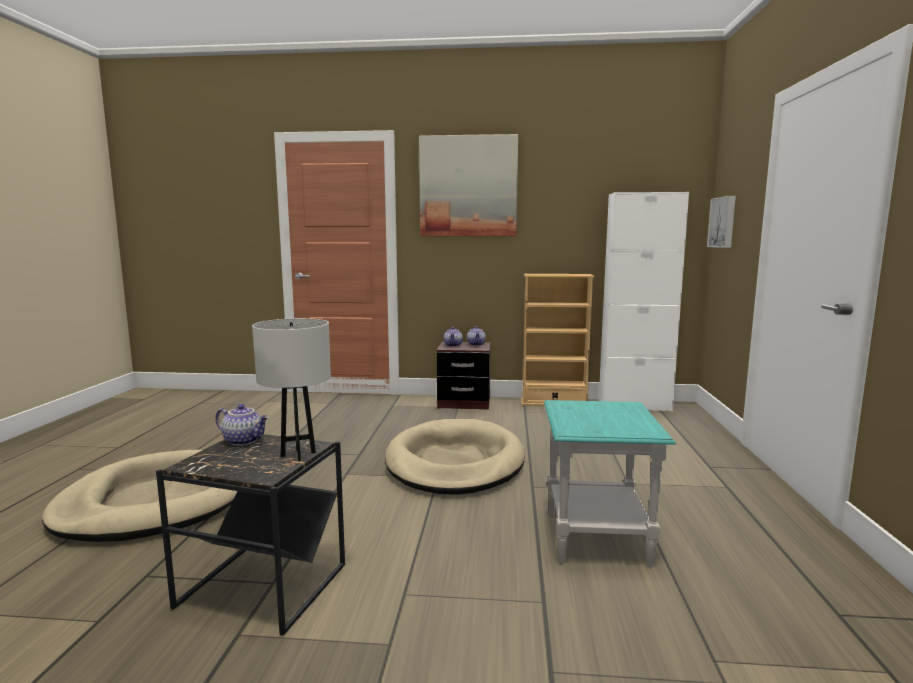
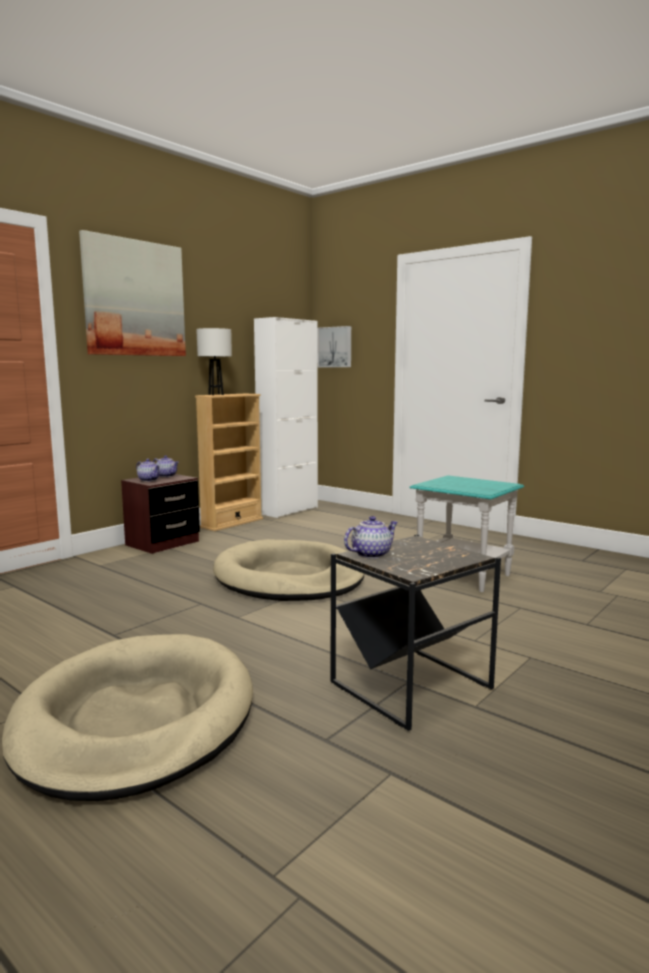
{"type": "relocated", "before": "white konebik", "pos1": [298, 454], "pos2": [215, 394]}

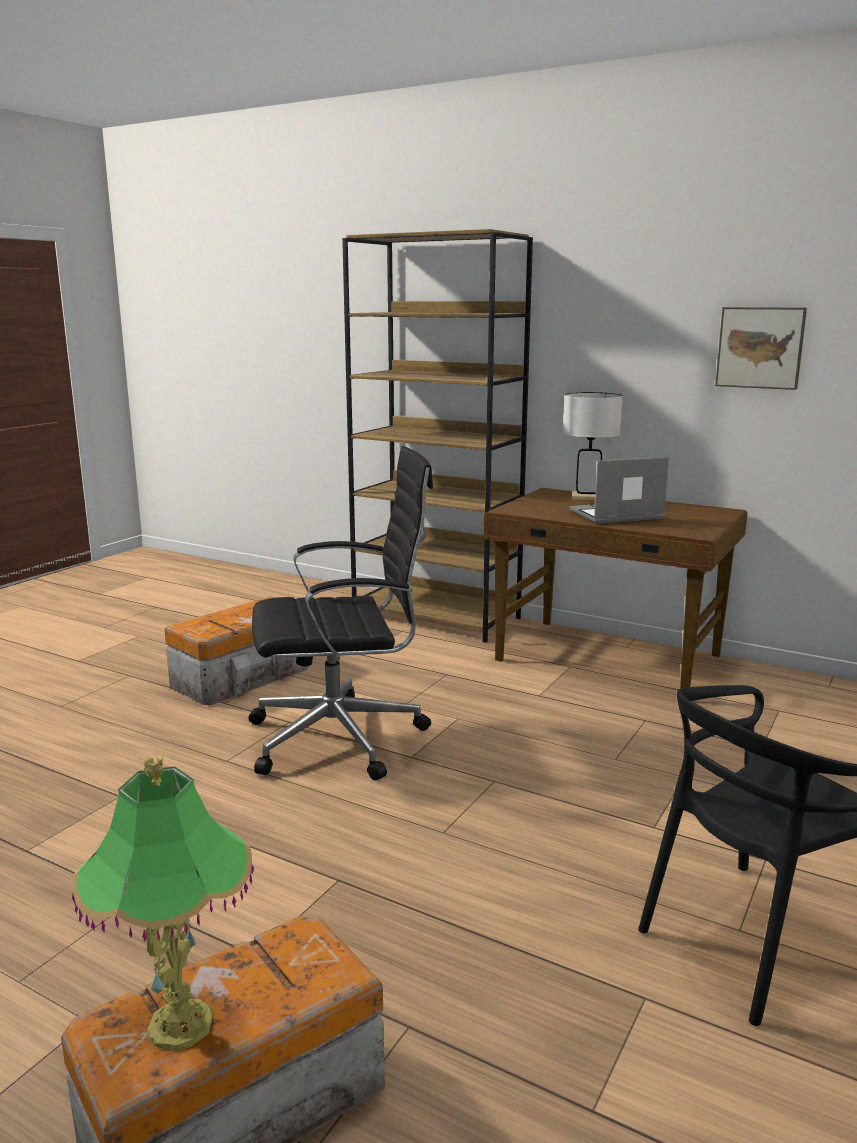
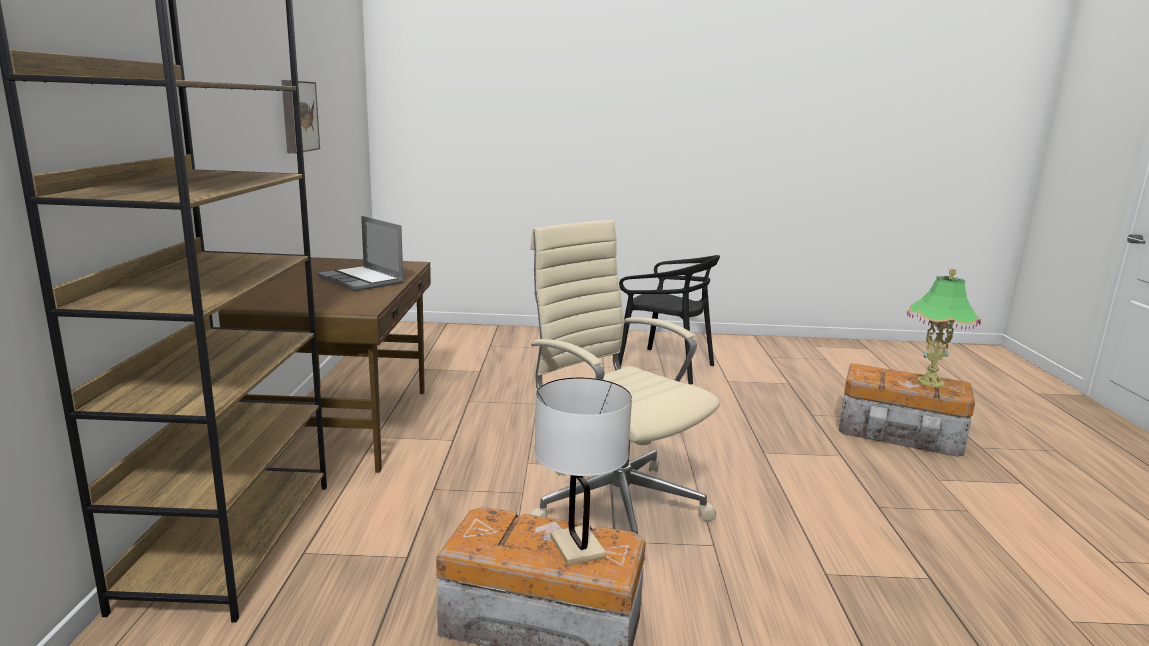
{"type": "colour", "before": "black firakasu", "after": "beige firakasu", "pos1": [342, 738], "pos2": [614, 502]}
{"type": "relocated", "before": "white konebik", "pos1": [587, 497], "pos2": [577, 547]}

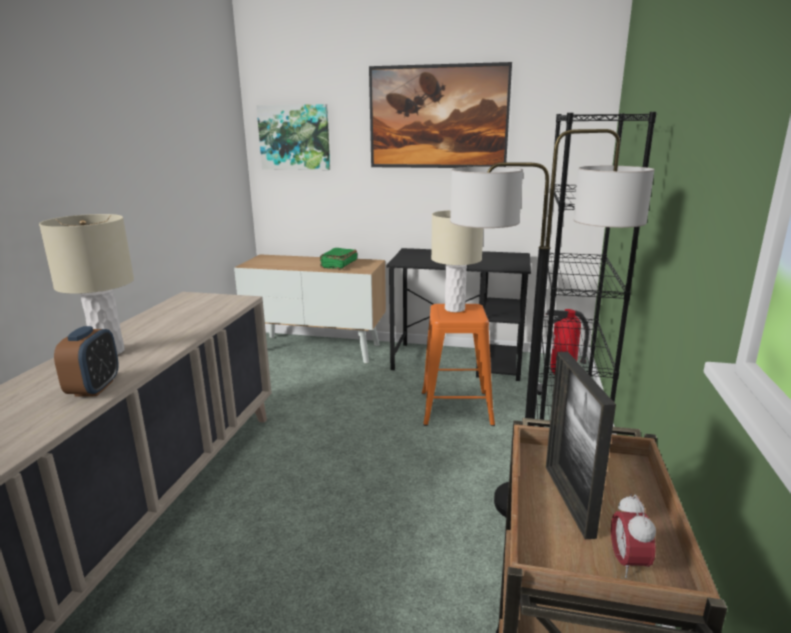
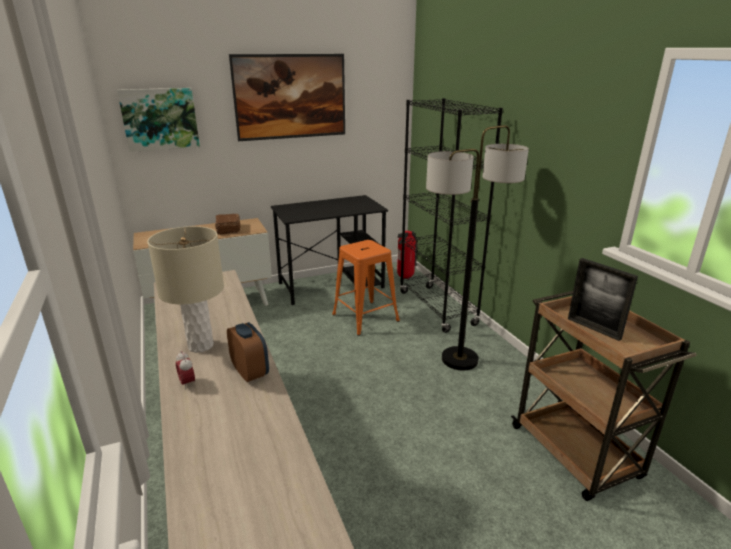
{"type": "relocated", "before": "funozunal", "pos1": [627, 563], "pos2": [187, 383]}
{"type": "colour", "before": "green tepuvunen", "after": "brown tepuvunen", "pos1": [338, 265], "pos2": [228, 229]}
{"type": "missing", "before": "beige konebik", "pos1": [454, 309]}

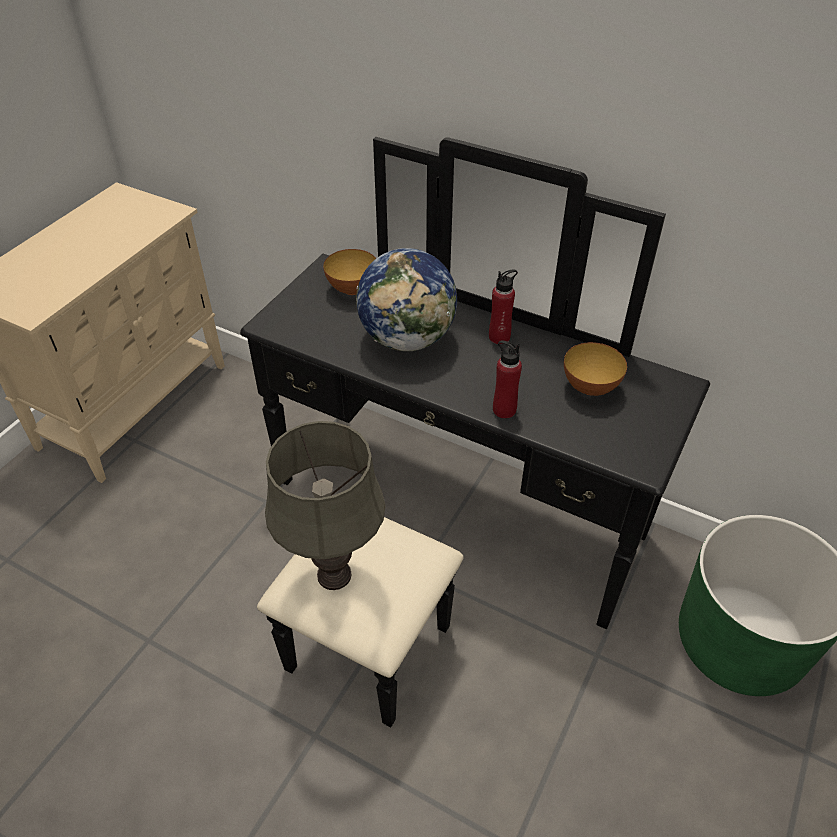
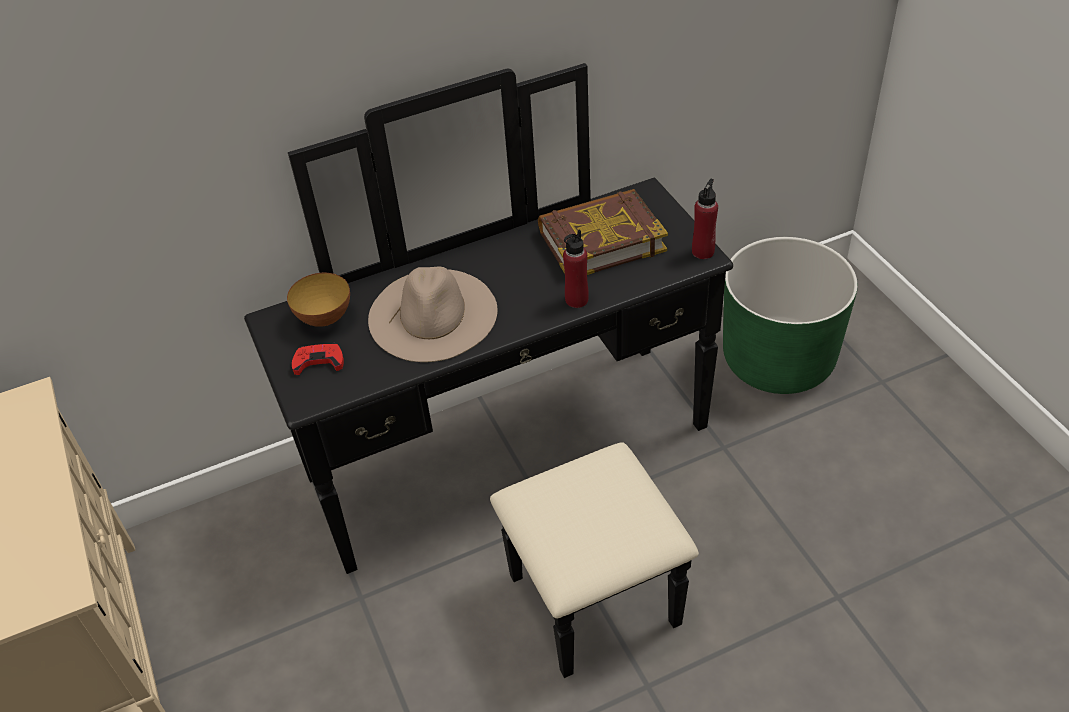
{"type": "appeared", "after": "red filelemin", "pos2": [319, 361]}
{"type": "exchanged", "before": "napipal", "after": "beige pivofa", "pos1": [408, 339], "pos2": [433, 314]}
{"type": "exchanged", "before": "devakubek", "after": "tepuvunen", "pos1": [590, 388], "pos2": [601, 240]}
{"type": "relocated", "before": "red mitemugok", "pos1": [499, 337], "pos2": [703, 251]}
{"type": "missing", "before": "grey konebik", "pos1": [333, 575]}

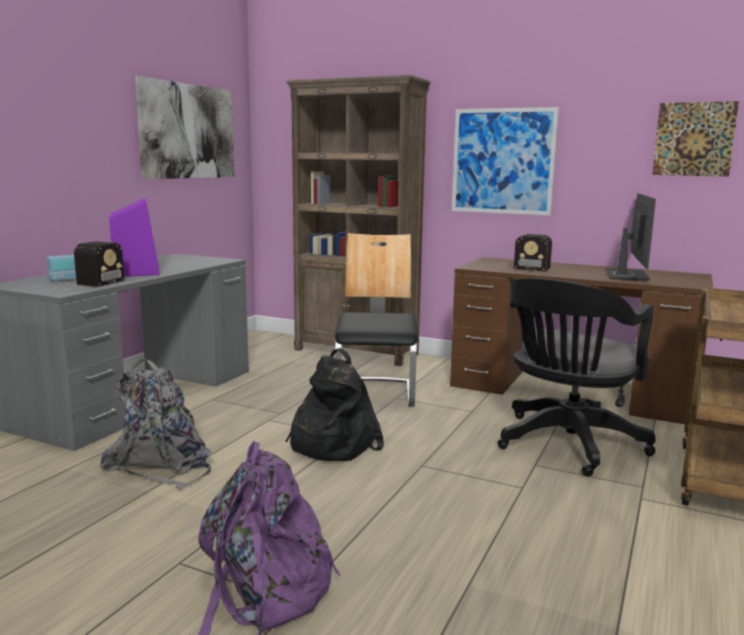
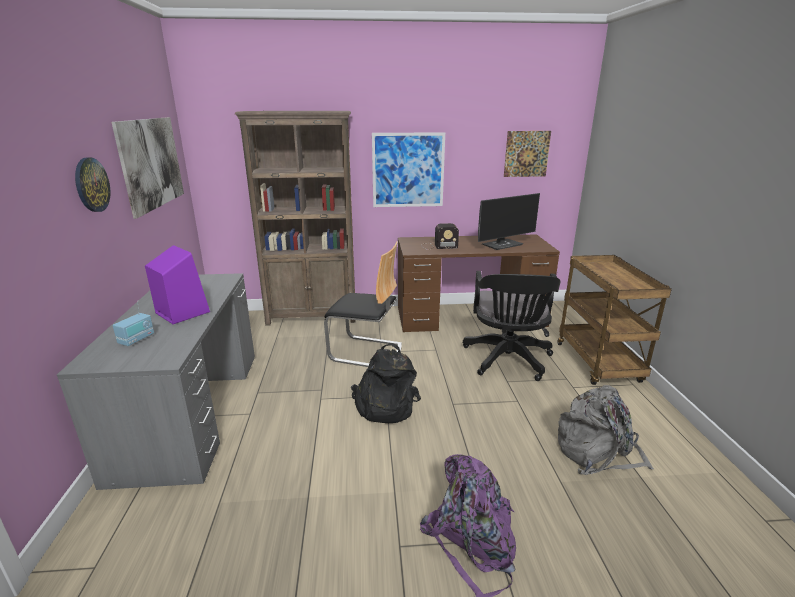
{"type": "appeared", "after": "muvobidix", "pos2": [91, 185]}
{"type": "spun", "before": "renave", "pos1": [376, 394], "pos2": [366, 352], "turn": 135}
{"type": "spun", "before": "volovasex", "pos1": [626, 275], "pos2": [502, 244], "turn": 75}
{"type": "relocated", "before": "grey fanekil", "pos1": [162, 464], "pos2": [597, 453]}
{"type": "missing", "before": "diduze", "pos1": [87, 284]}

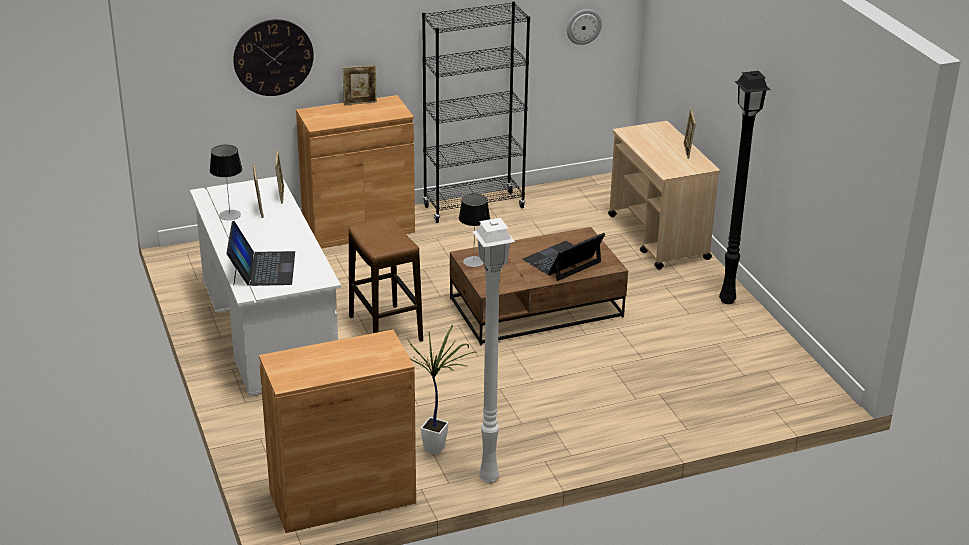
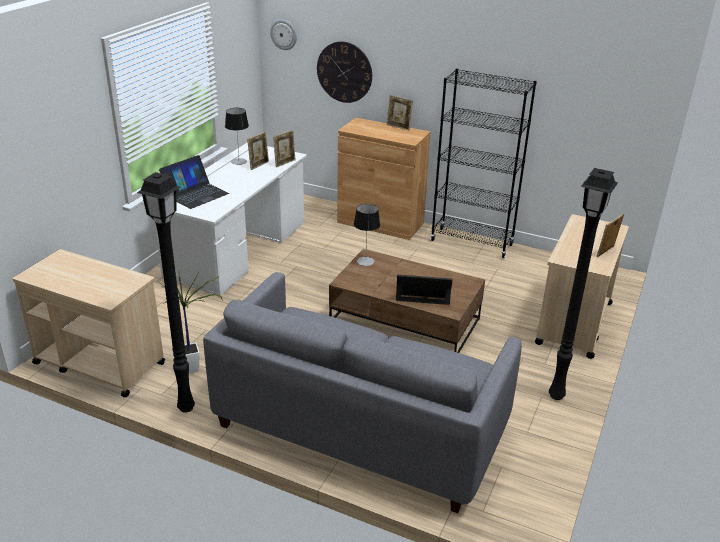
{"type": "exchanged", "before": "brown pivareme", "after": "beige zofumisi", "pos1": [342, 497], "pos2": [99, 363]}
{"type": "colour", "before": "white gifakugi", "after": "black gifakugi", "pos1": [488, 479], "pos2": [184, 408]}
{"type": "appeared", "after": "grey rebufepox", "pos2": [360, 426]}
{"type": "relocated", "before": "muvobidix", "pos1": [583, 26], "pos2": [284, 34]}
{"type": "missing", "before": "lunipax", "pos1": [386, 329]}

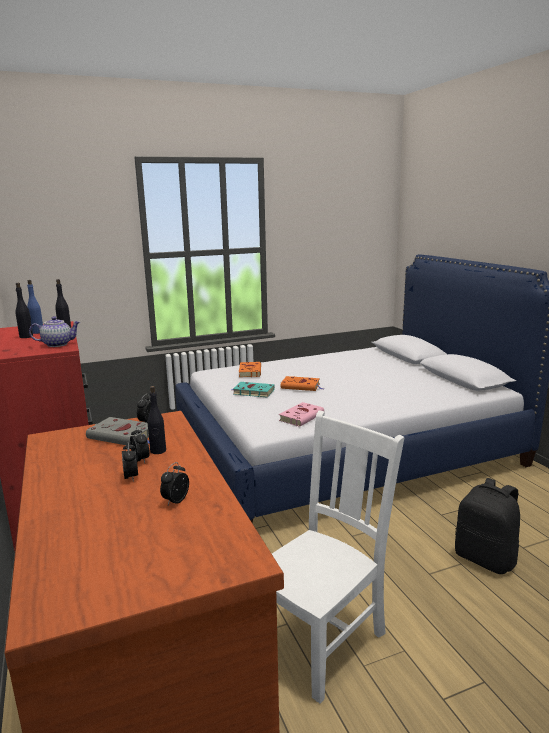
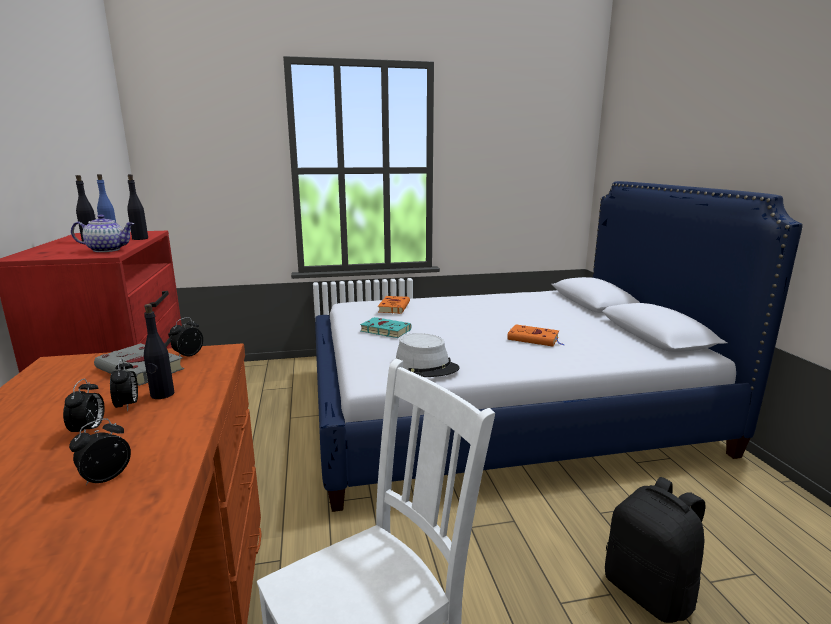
{"type": "exchanged", "before": "pink tepuvunen", "after": "grey pivofa", "pos1": [302, 417], "pos2": [426, 365]}
{"type": "relocated", "before": "orange tepuvunen", "pos1": [301, 386], "pos2": [534, 339]}

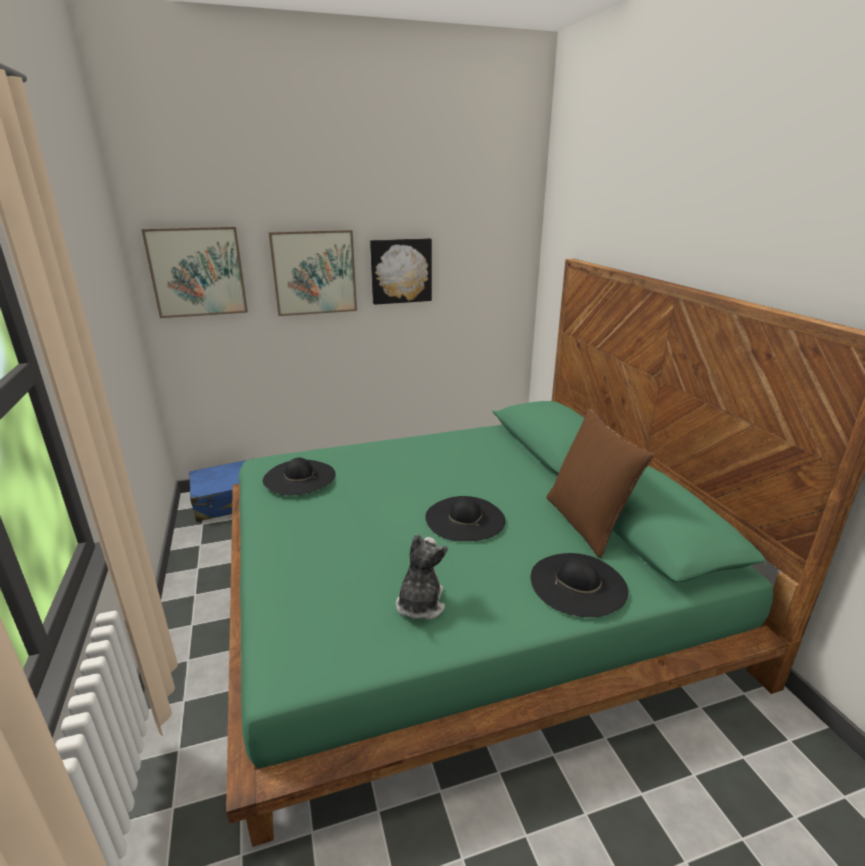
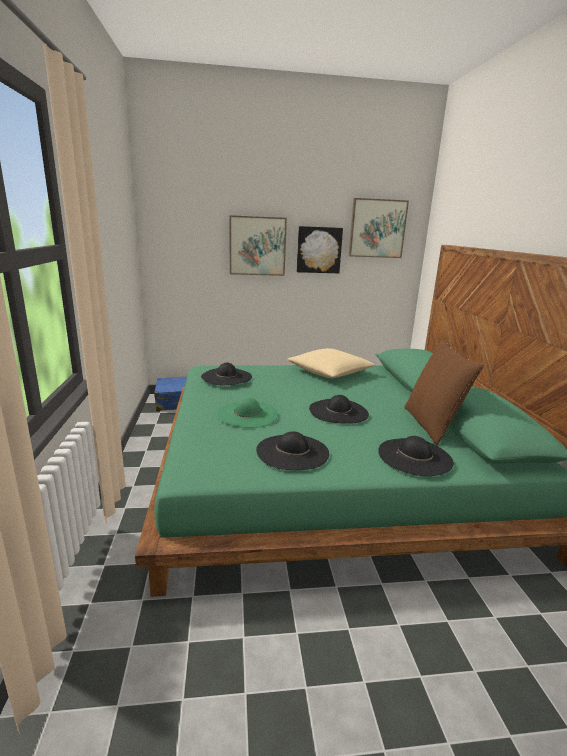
{"type": "appeared", "after": "green pivofa", "pos2": [247, 414]}
{"type": "exchanged", "before": "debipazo", "after": "black pivofa", "pos1": [420, 604], "pos2": [292, 452]}
{"type": "appeared", "after": "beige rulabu", "pos2": [330, 372]}
{"type": "relocated", "before": "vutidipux", "pos1": [197, 272], "pos2": [377, 228]}

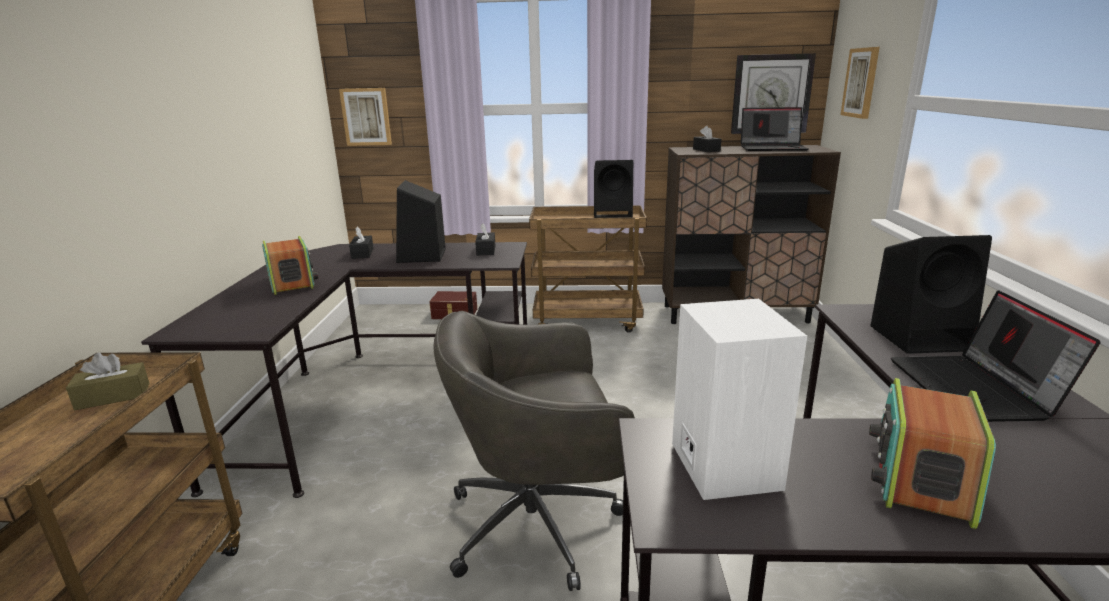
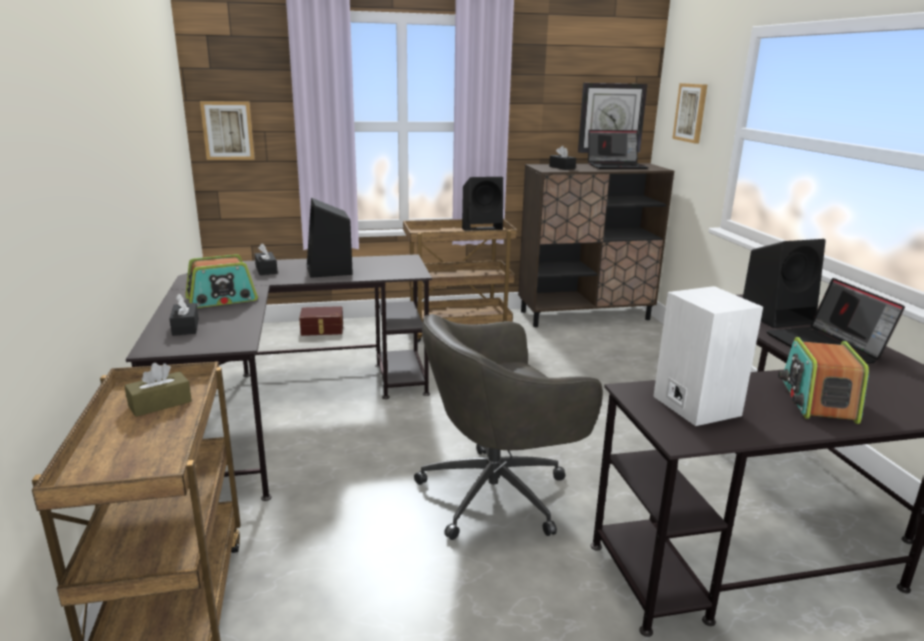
{"type": "relocated", "before": "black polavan", "pos1": [486, 250], "pos2": [185, 327]}
{"type": "spun", "before": "diduze", "pos1": [292, 282], "pos2": [222, 299], "turn": 105}

